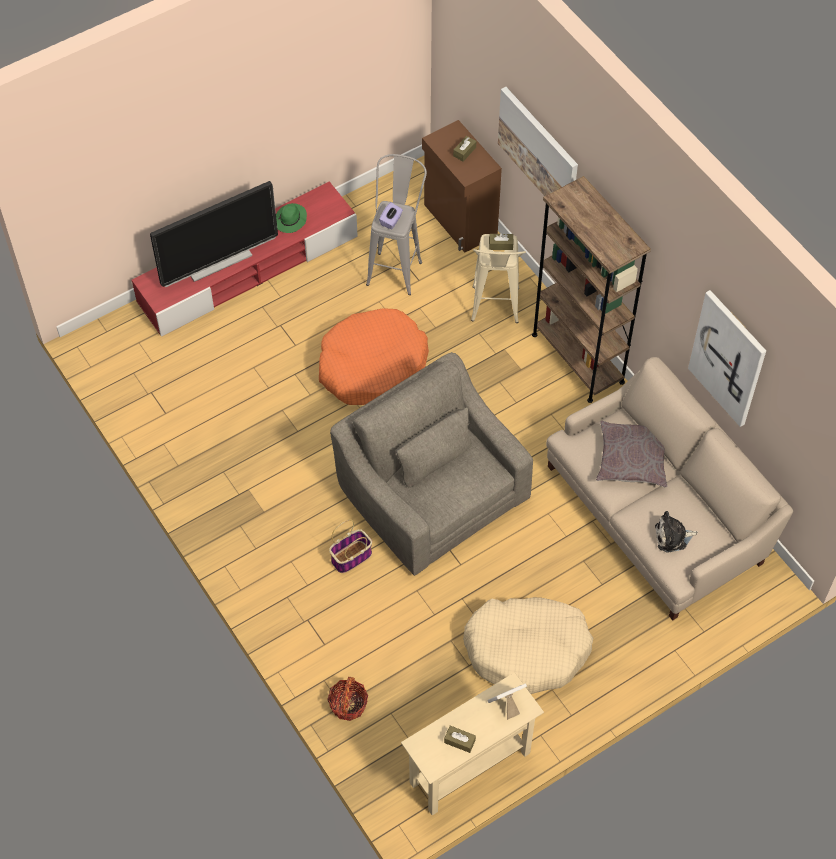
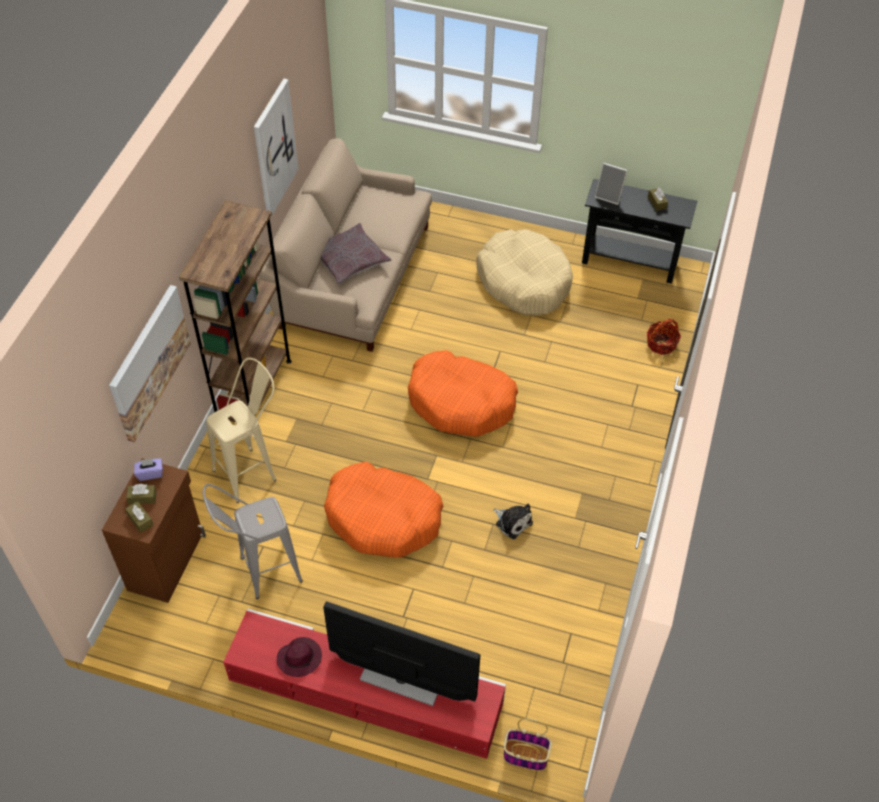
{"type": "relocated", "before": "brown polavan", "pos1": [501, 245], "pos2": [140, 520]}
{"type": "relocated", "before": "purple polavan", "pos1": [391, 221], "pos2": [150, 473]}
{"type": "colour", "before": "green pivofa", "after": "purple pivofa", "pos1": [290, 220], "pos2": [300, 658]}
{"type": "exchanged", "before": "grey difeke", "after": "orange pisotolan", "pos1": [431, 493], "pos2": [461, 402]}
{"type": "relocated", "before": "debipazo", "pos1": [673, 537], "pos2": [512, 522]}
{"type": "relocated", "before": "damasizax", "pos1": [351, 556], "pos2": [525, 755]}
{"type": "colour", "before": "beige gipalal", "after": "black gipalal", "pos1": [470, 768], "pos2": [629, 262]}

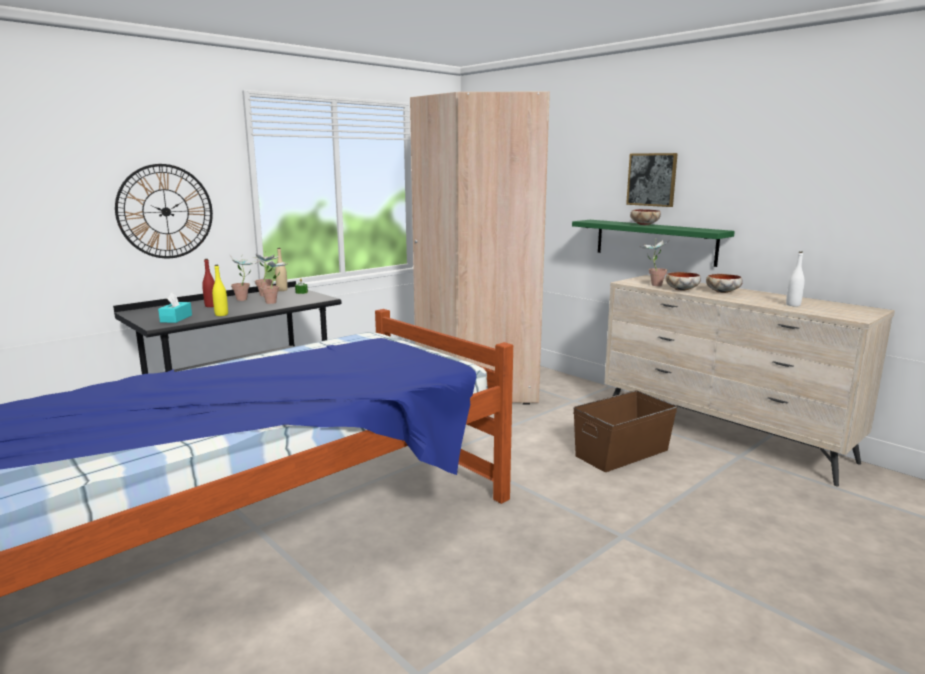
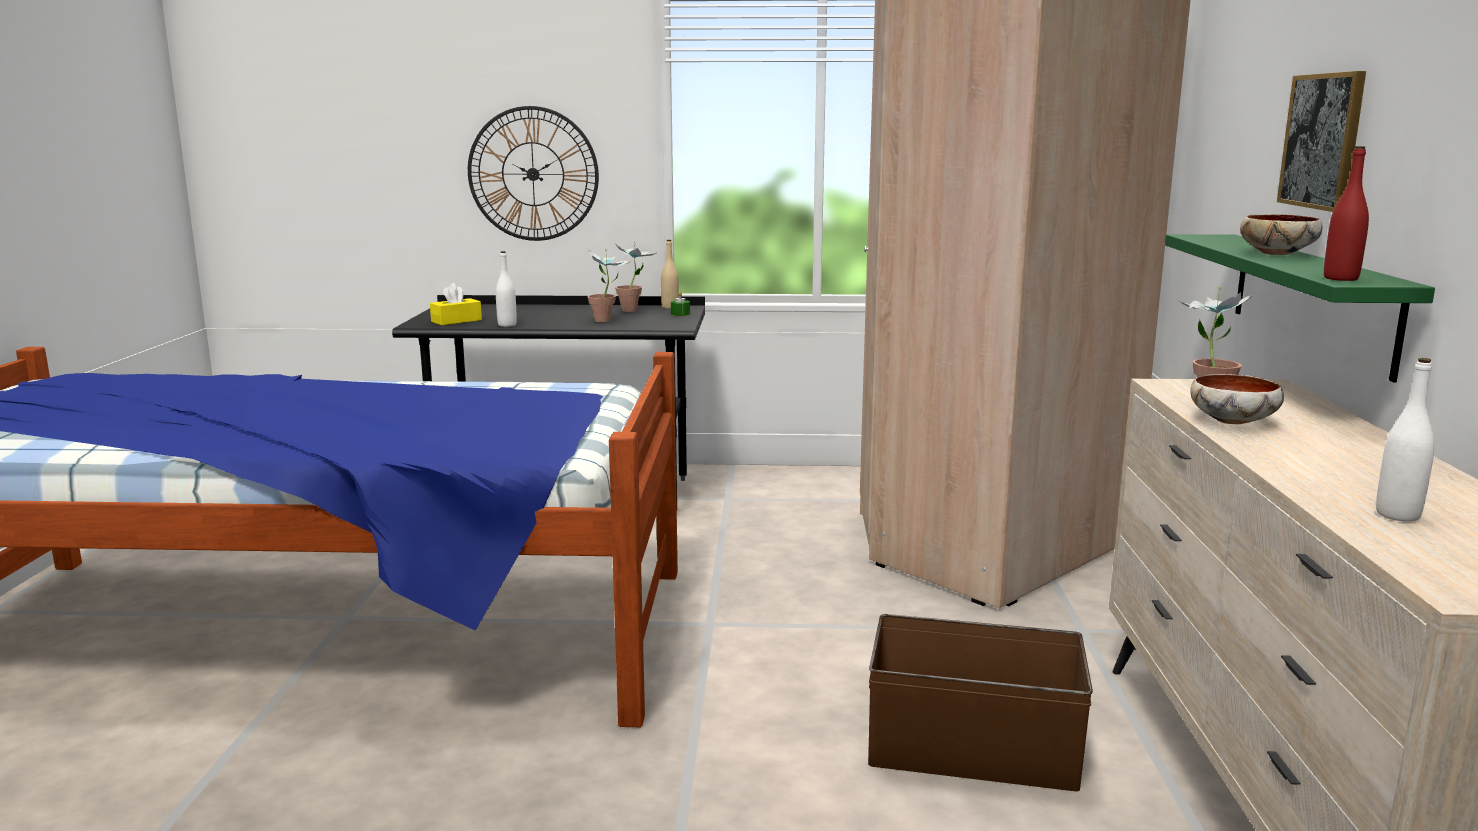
{"type": "colour", "before": "turquoise polavan", "after": "yellow polavan", "pos1": [176, 318], "pos2": [456, 321]}
{"type": "colour", "before": "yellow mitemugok", "after": "white mitemugok", "pos1": [221, 315], "pos2": [507, 325]}
{"type": "relocated", "before": "red mitemugok", "pos1": [211, 306], "pos2": [1340, 278]}
{"type": "missing", "before": "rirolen", "pos1": [245, 300]}
{"type": "missing", "before": "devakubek", "pos1": [723, 292]}

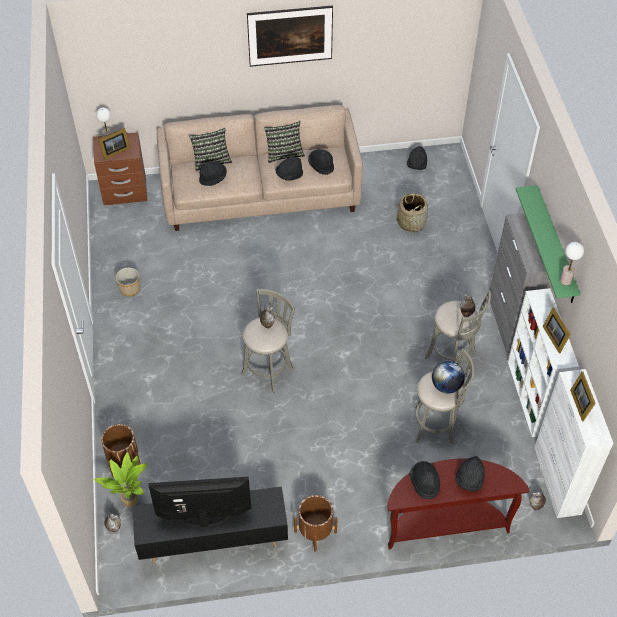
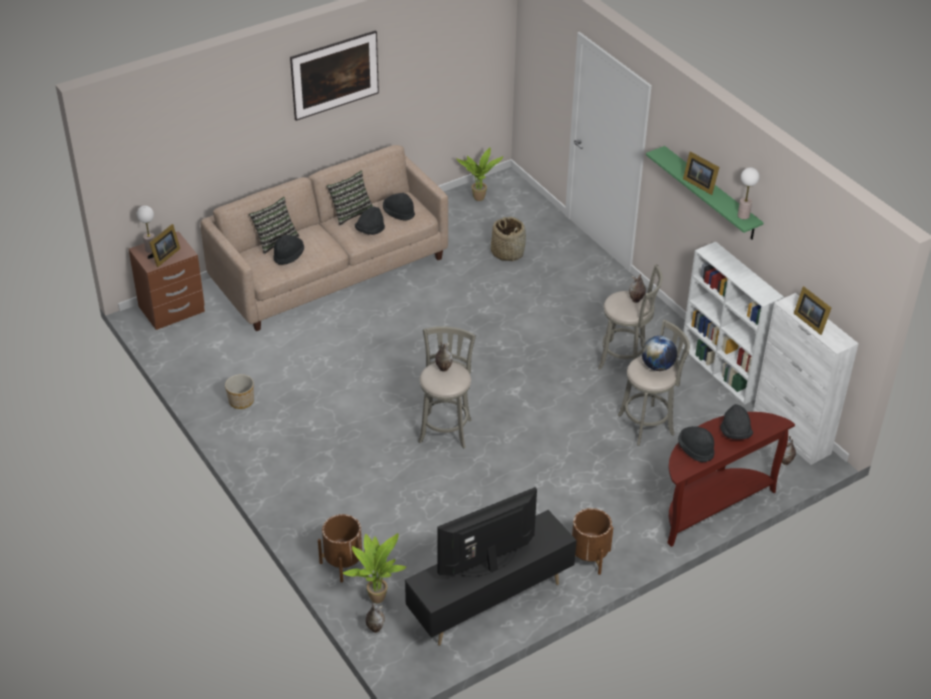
{"type": "exchanged", "before": "black pivofa", "after": "rirolen", "pos1": [416, 165], "pos2": [479, 199]}
{"type": "relocated", "before": "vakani", "pos1": [555, 337], "pos2": [699, 184]}
{"type": "missing", "before": "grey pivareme", "pos1": [508, 323]}

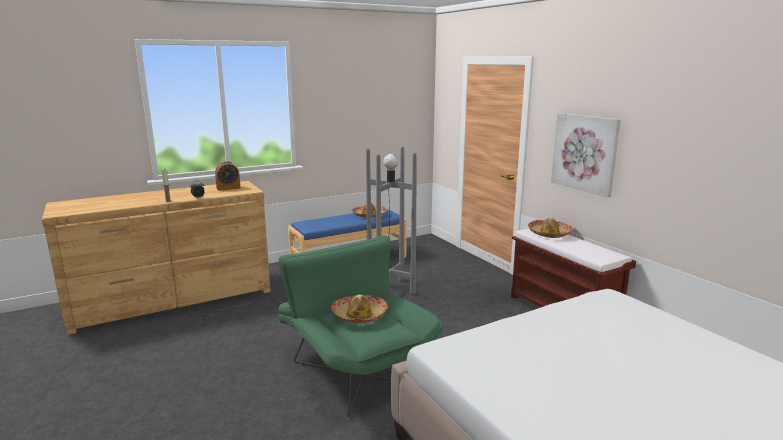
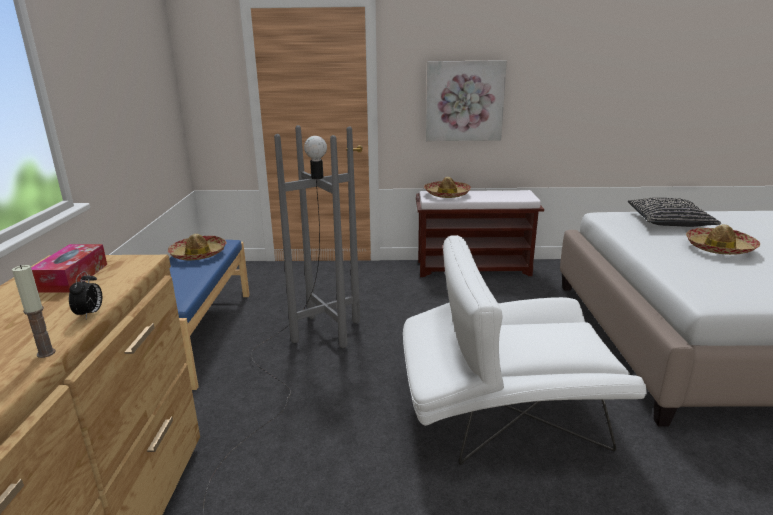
{"type": "exchanged", "before": "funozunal", "after": "polavan", "pos1": [228, 188], "pos2": [72, 277]}
{"type": "colour", "before": "green difeke", "after": "white difeke", "pos1": [355, 367], "pos2": [503, 415]}
{"type": "appeared", "after": "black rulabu", "pos2": [669, 221]}
{"type": "relocated", "before": "pivofa", "pos1": [359, 315], "pos2": [719, 248]}

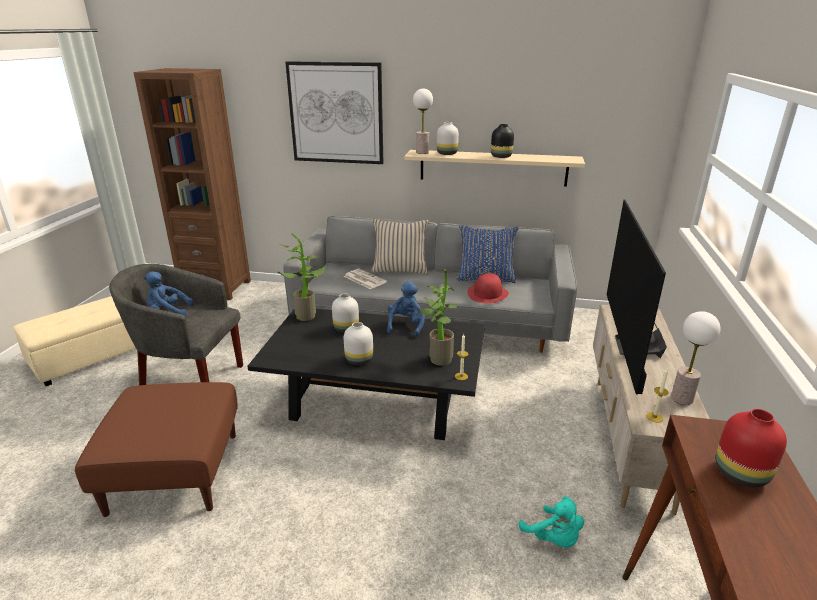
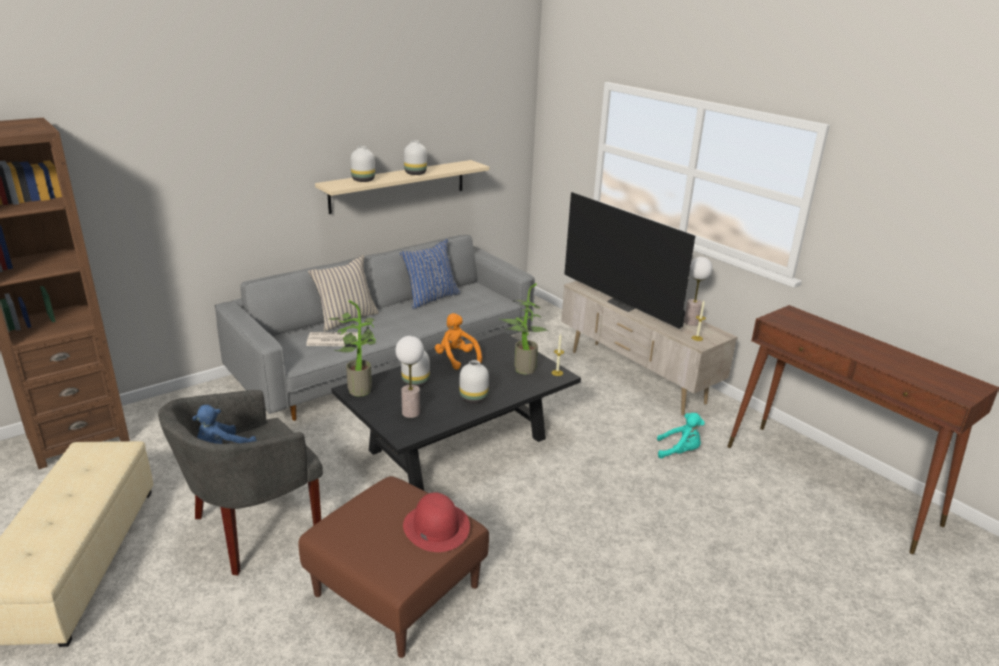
{"type": "relocated", "before": "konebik", "pos1": [422, 152], "pos2": [410, 413]}
{"type": "relocated", "before": "red pivofa", "pos1": [487, 293], "pos2": [436, 526]}
{"type": "colour", "before": "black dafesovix", "after": "white dafesovix", "pos1": [501, 156], "pos2": [415, 173]}
{"type": "colour", "before": "blue debipazo", "after": "orange debipazo", "pos1": [406, 326], "pos2": [456, 359]}
{"type": "missing", "before": "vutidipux", "pos1": [336, 113]}
{"type": "missing", "before": "red dafesovix", "pos1": [742, 474]}

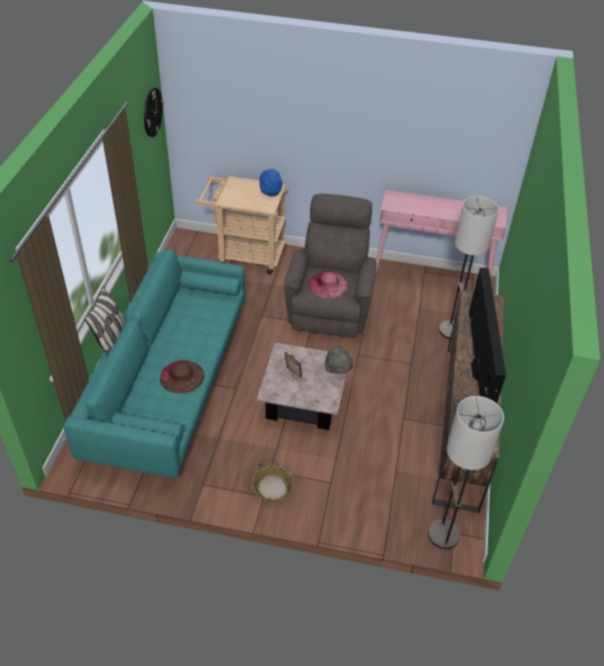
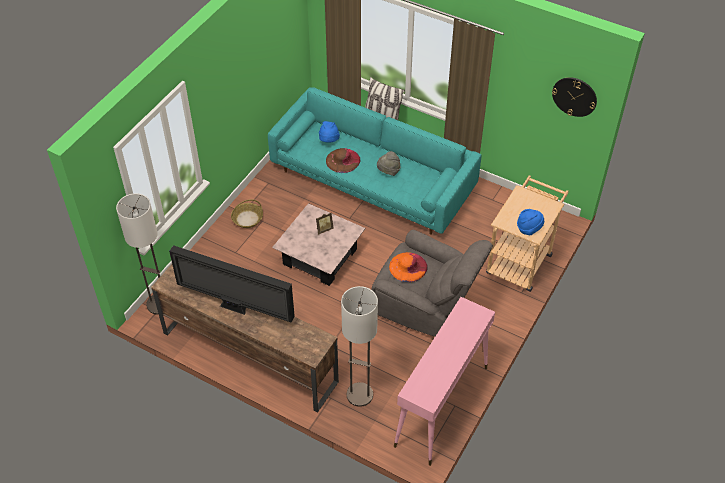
{"type": "appeared", "after": "blue pivofa", "pos2": [328, 141]}
{"type": "relocated", "before": "grey pivofa", "pos1": [338, 370], "pos2": [388, 171]}
{"type": "colour", "before": "pink pivofa", "after": "orange pivofa", "pos1": [328, 284], "pos2": [408, 267]}

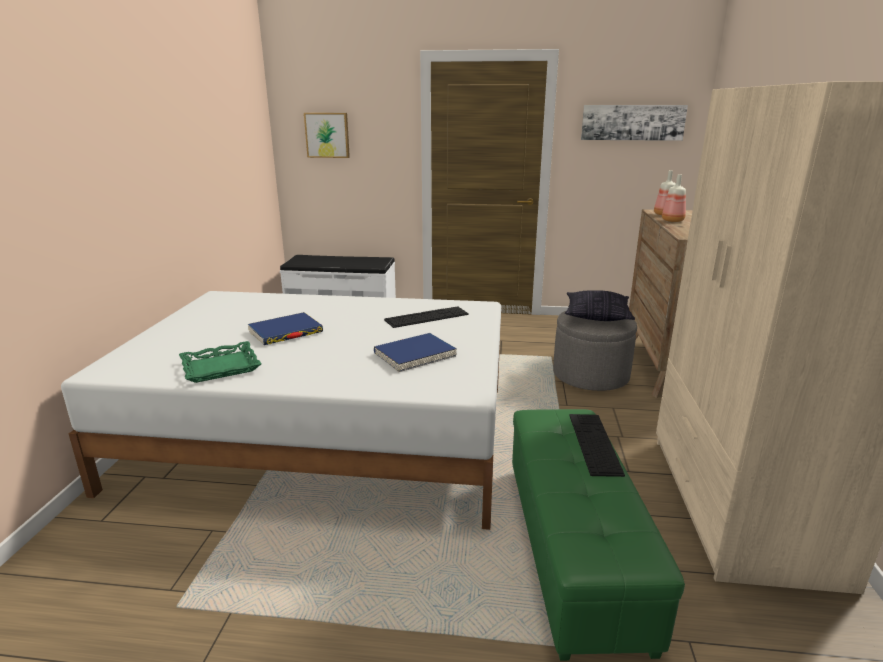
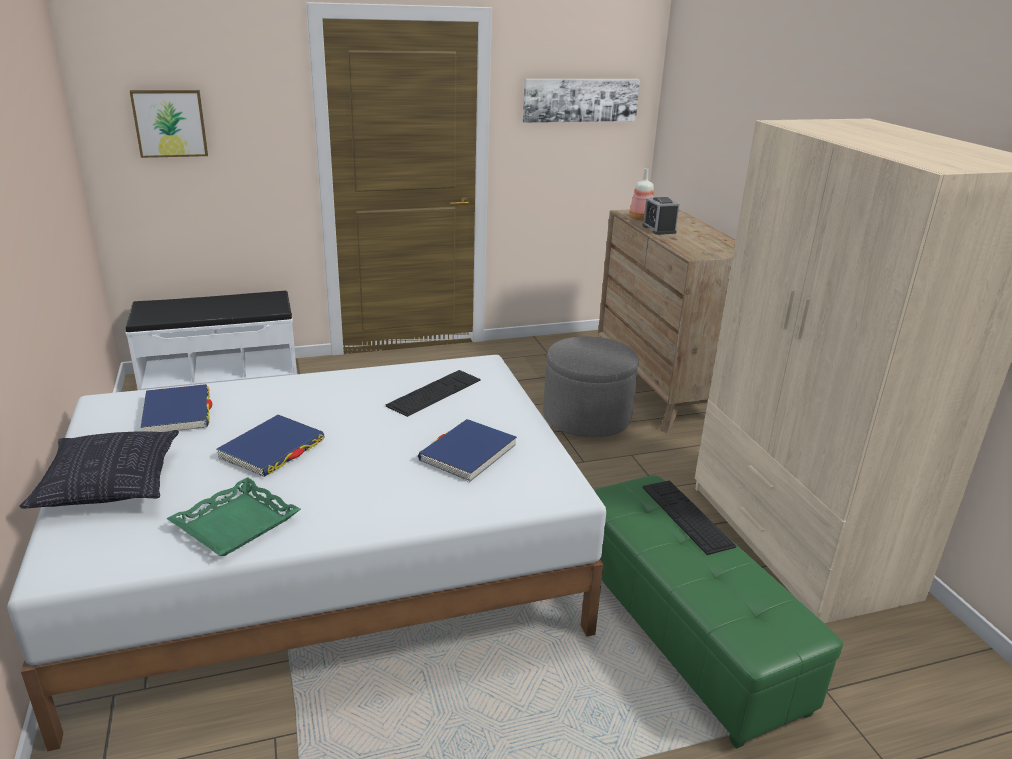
{"type": "relocated", "before": "rulabu", "pos1": [597, 316], "pos2": [110, 485]}
{"type": "appeared", "after": "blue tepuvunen", "pos2": [177, 413]}
{"type": "exchanged", "before": "mitemugok", "after": "funozunal", "pos1": [673, 221], "pos2": [659, 229]}

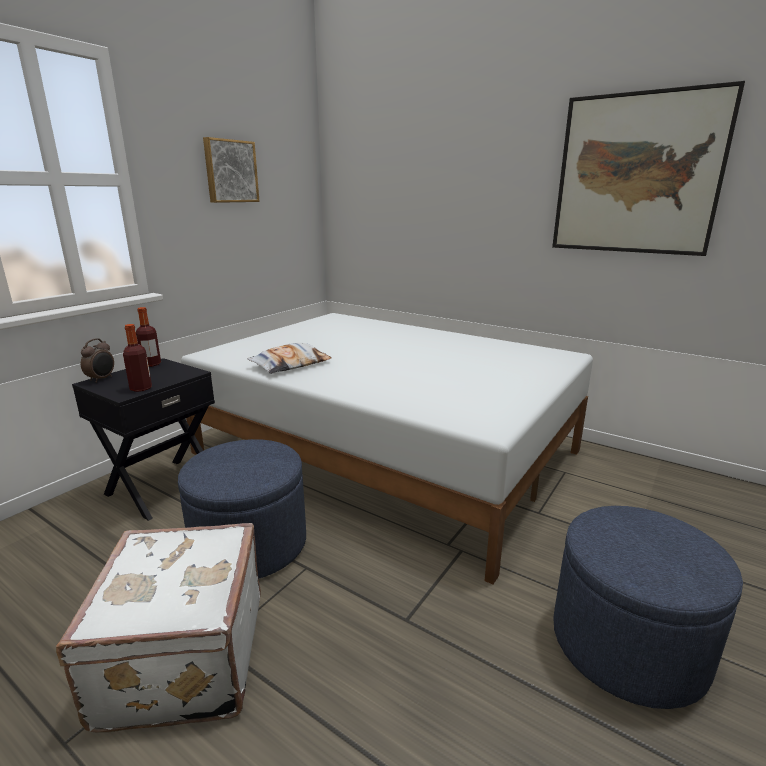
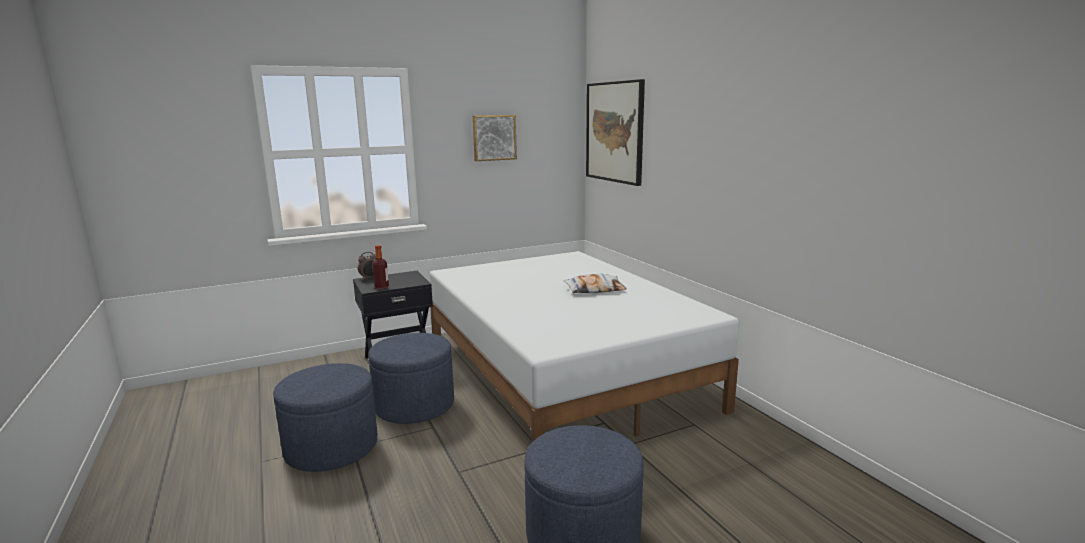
{"type": "exchanged", "before": "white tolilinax", "after": "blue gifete", "pos1": [181, 658], "pos2": [331, 447]}
{"type": "relocated", "before": "rulabu", "pos1": [290, 364], "pos2": [595, 289]}
{"type": "relocated", "before": "vutidipux", "pos1": [637, 175], "pos2": [614, 132]}
{"type": "missing", "before": "mitemugok", "pos1": [151, 364]}

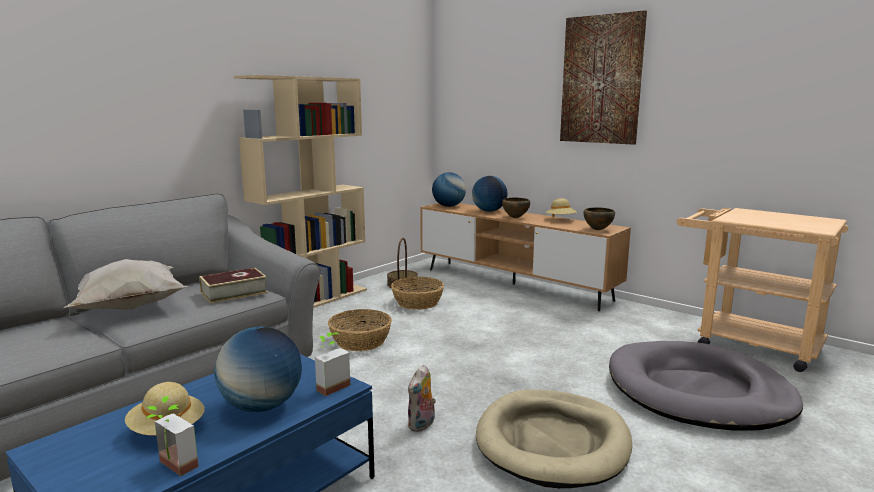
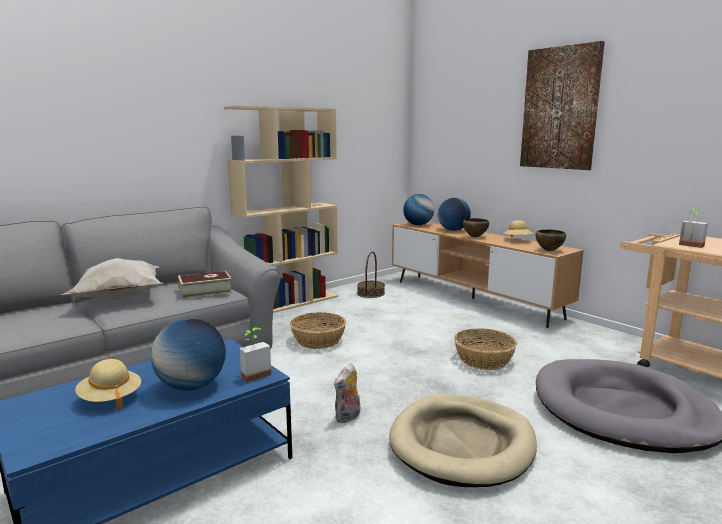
{"type": "relocated", "before": "damasizax", "pos1": [418, 303], "pos2": [484, 360]}
{"type": "relocated", "before": "rirolen", "pos1": [171, 468], "pos2": [690, 246]}

